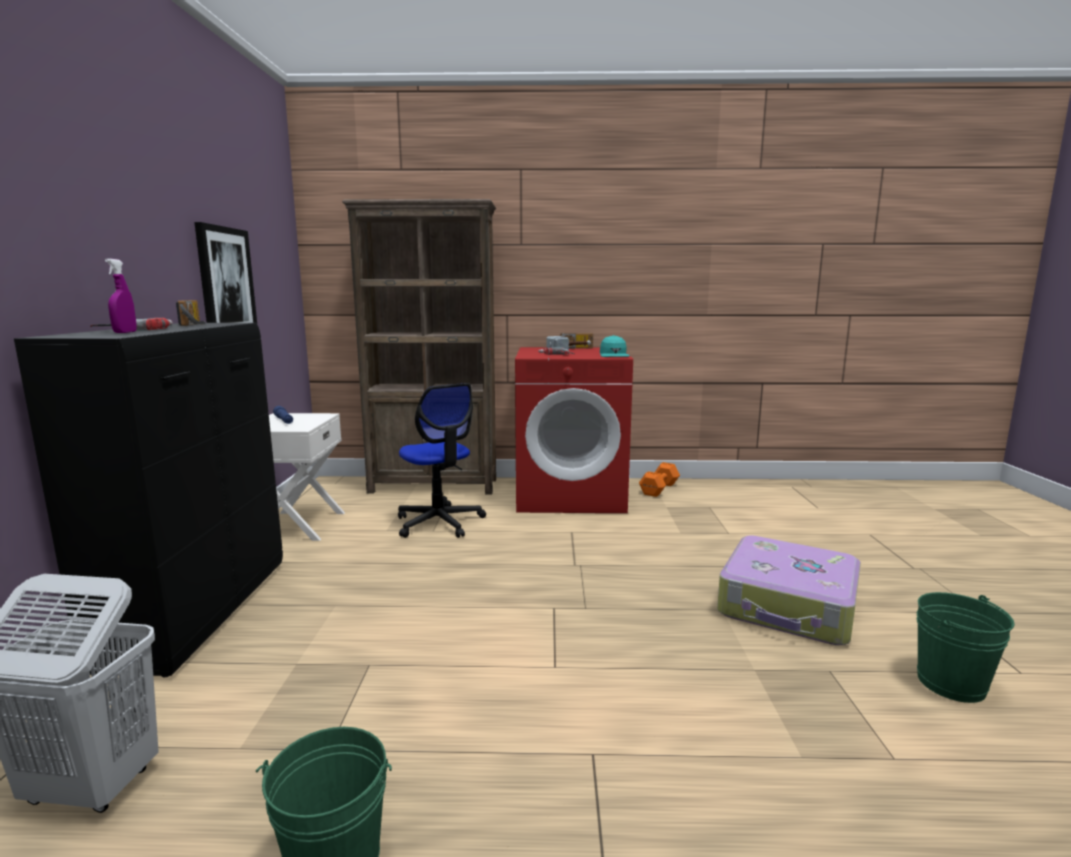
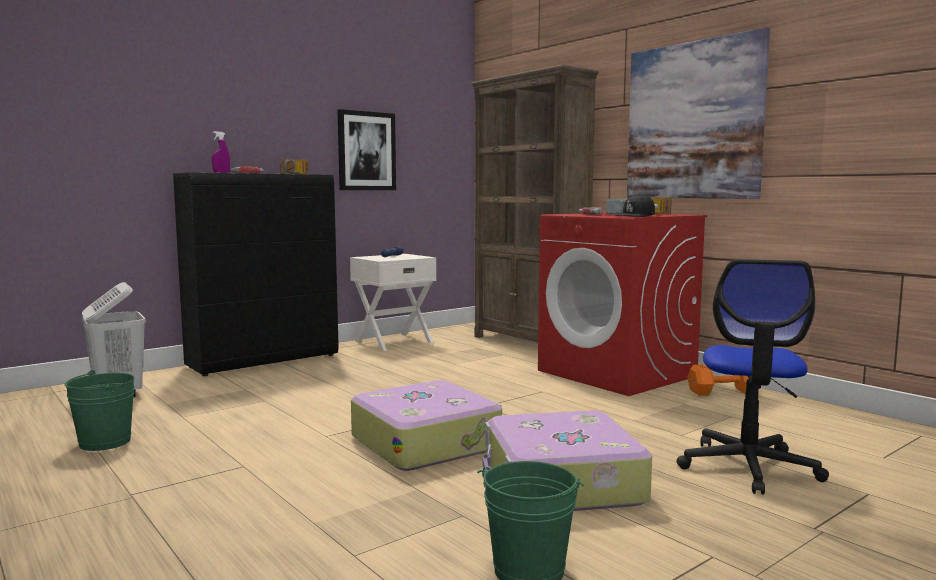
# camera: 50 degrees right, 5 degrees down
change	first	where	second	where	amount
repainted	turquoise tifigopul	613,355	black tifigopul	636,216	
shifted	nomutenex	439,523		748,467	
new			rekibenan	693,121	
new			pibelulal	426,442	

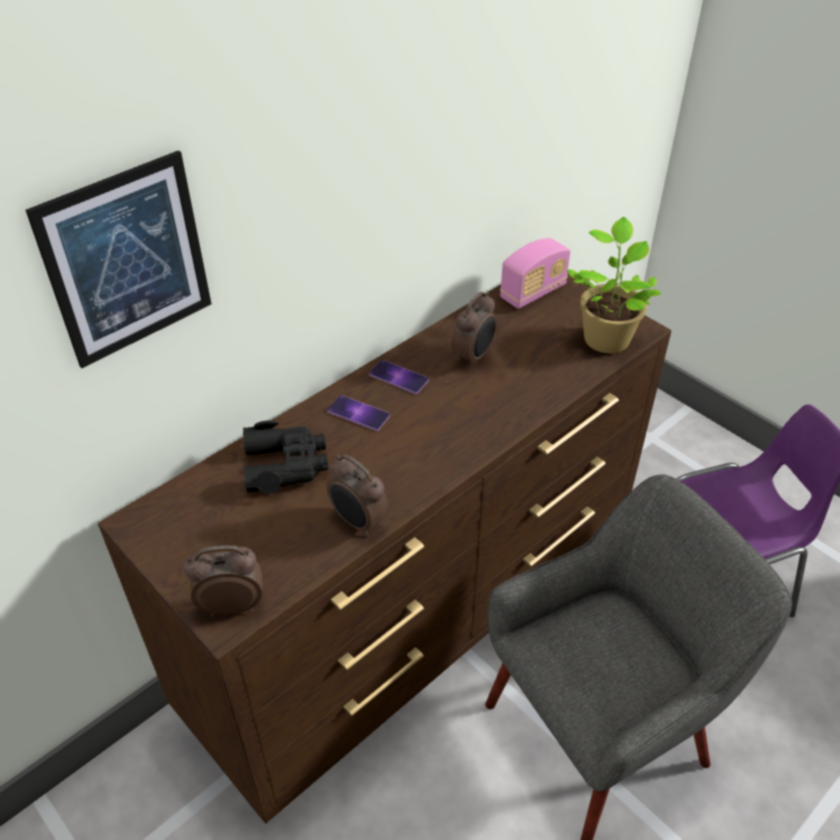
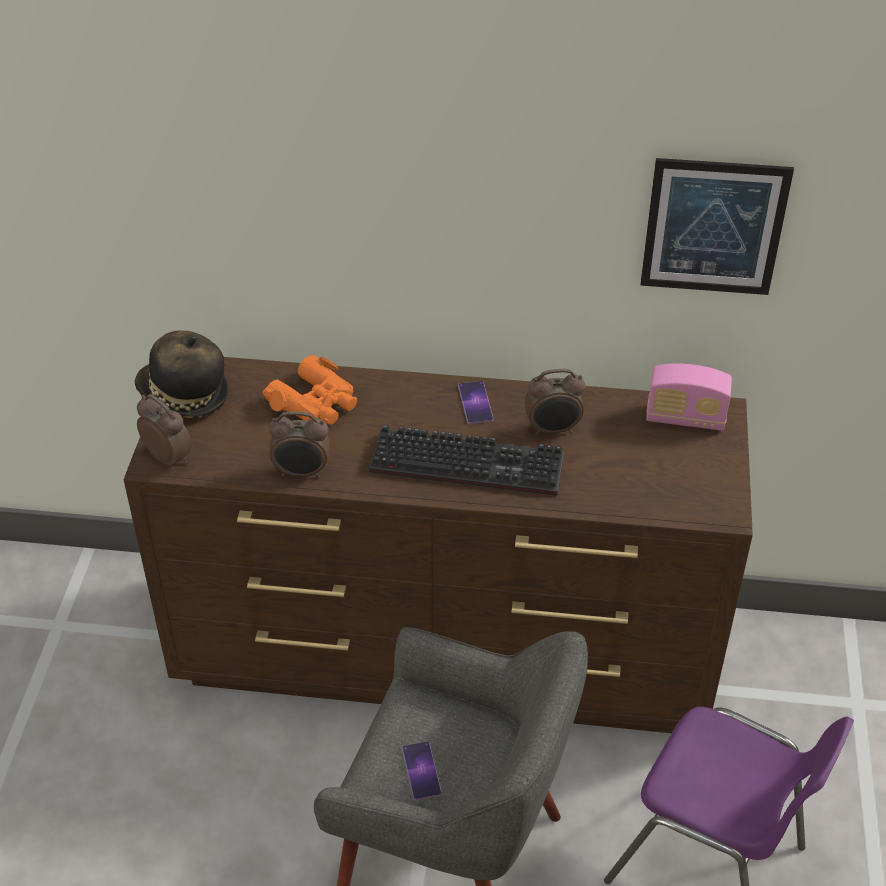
# camera: 50 degrees right, 0 degrees up
change	first	where	second	where	amount
shifted	rekibenan	127,261		713,227	
gone	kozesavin	606,337			
shifted	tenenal	358,413		421,770	
repainted	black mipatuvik	286,465	orange mipatuvik	316,402	
rotated	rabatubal	358,522		302,472	90 degrees counterclockwise
new			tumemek	183,396	
new			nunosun	471,462	

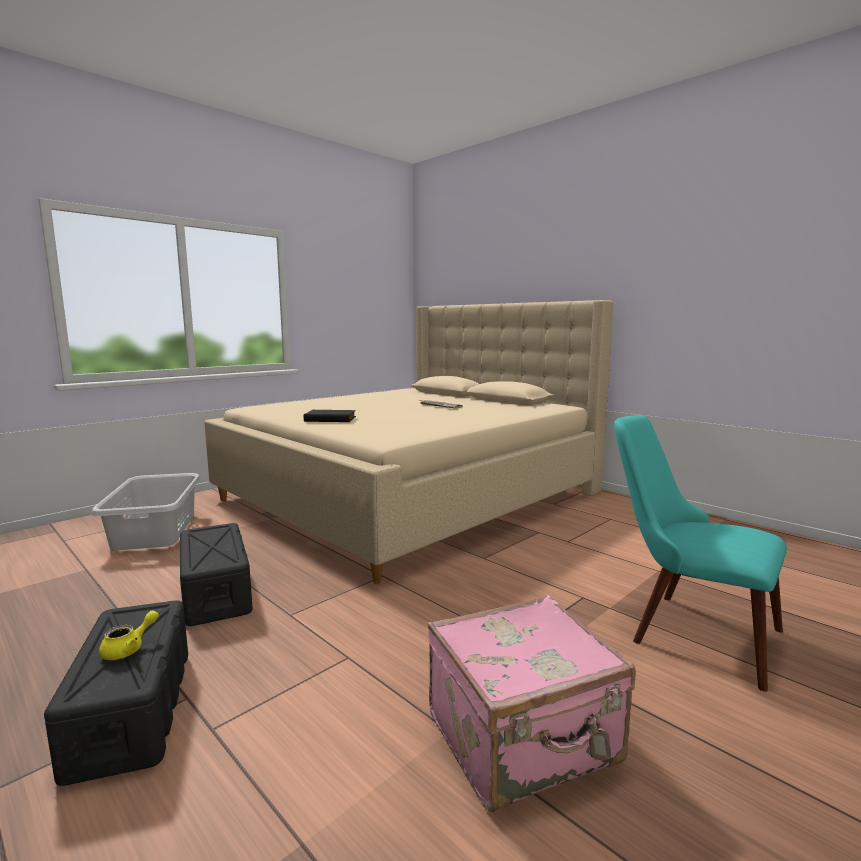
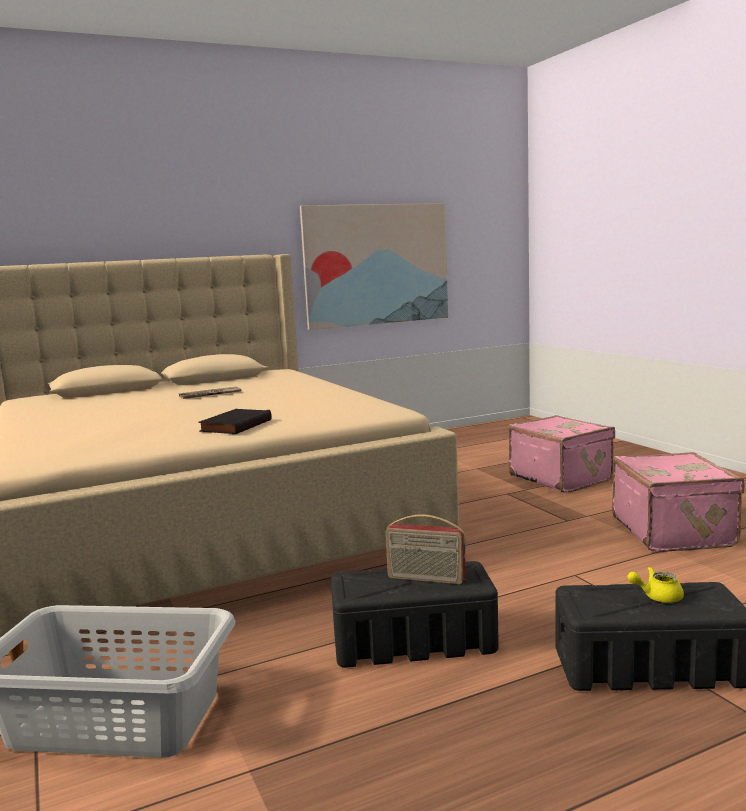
# camera: 70 degrees left, 0 degrees up
change	first	where	second	where	amount
swapped	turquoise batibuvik	686,629	pink pibelulal	561,478	
rotated	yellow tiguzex	129,649		657,597	60 degrees counterclockwise
new			rekibenan	376,264	
new			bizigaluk	426,579	

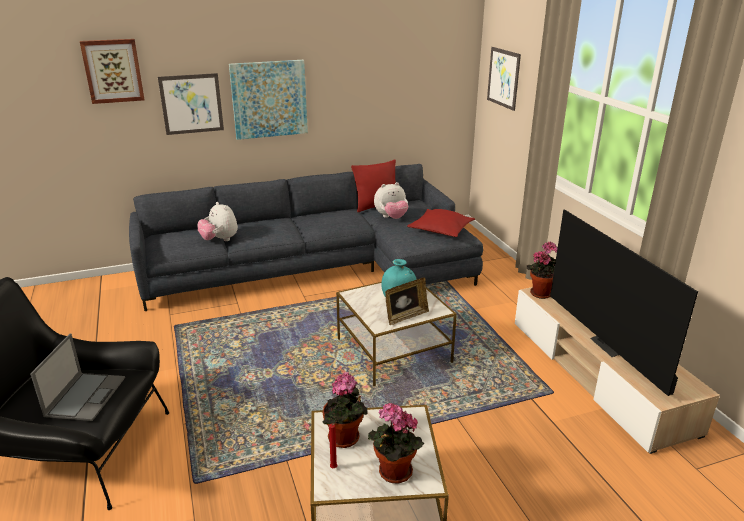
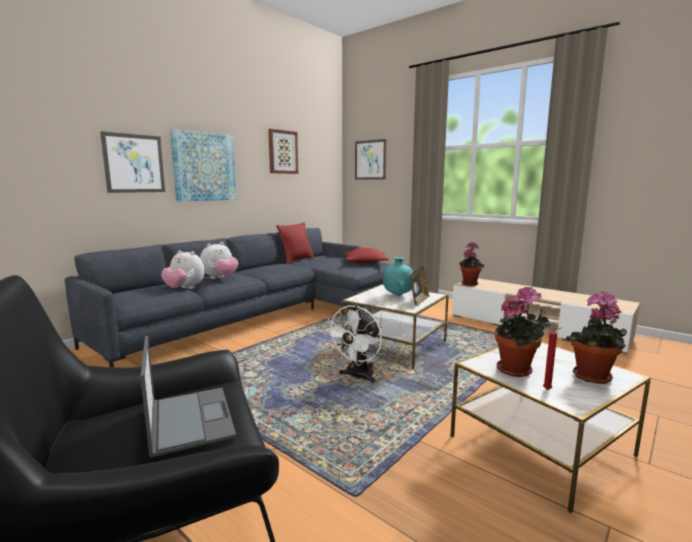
# camera: 30 degrees left, 15 degrees down
change	first	where	second	where	amount
shifted	rekibenan	113,71		282,152	
shifted	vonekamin	391,217		220,278	
gone	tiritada	610,345			
new			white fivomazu	357,377	

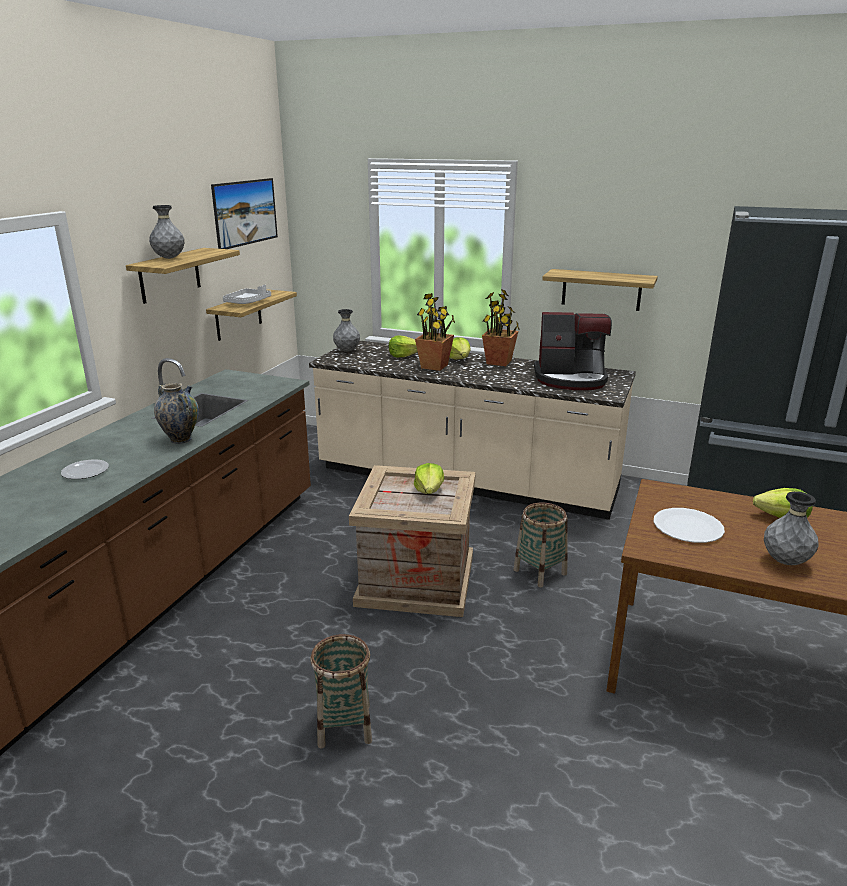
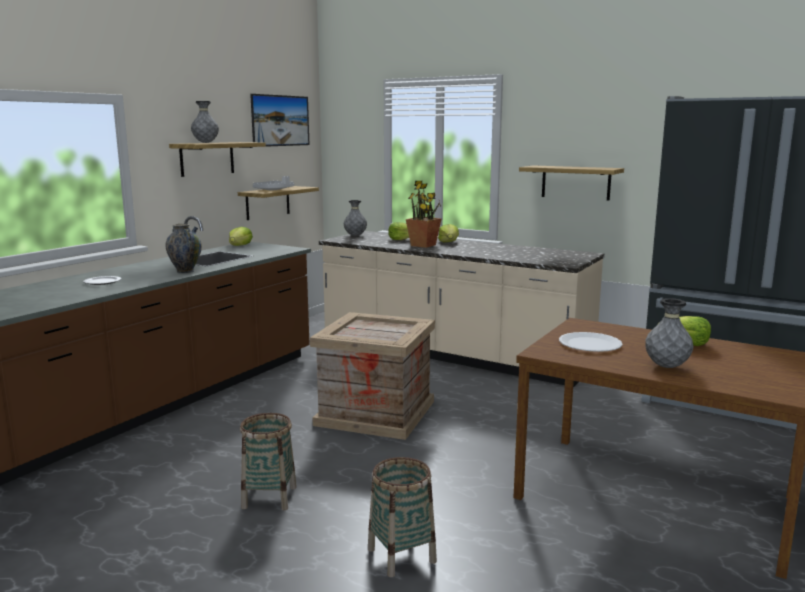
# camera: 10 degrees right, 10 degrees down
change	first	where	second	where	amount
gone	kozesavin	499,362			
gone	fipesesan	571,379			
shifted	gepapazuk	429,491		240,246	
shifted	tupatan	540,572		401,555	

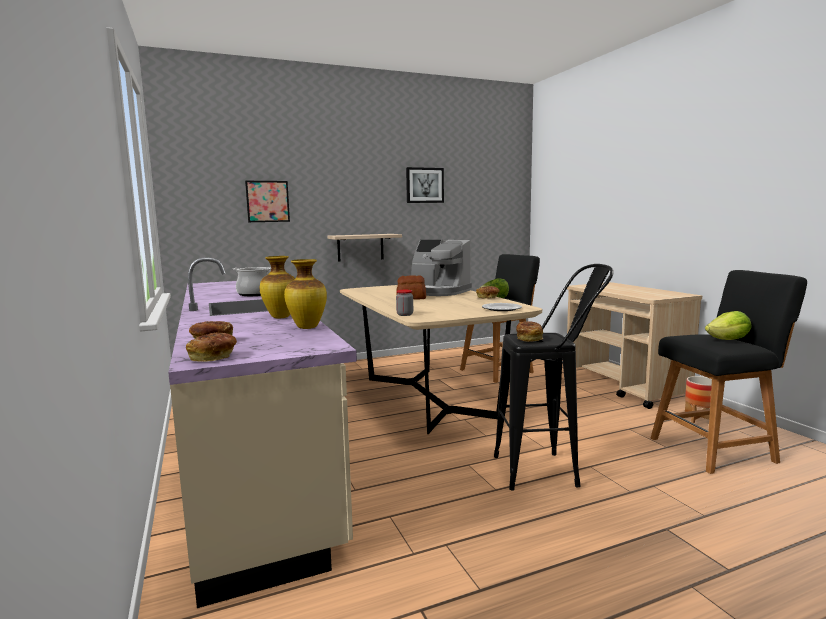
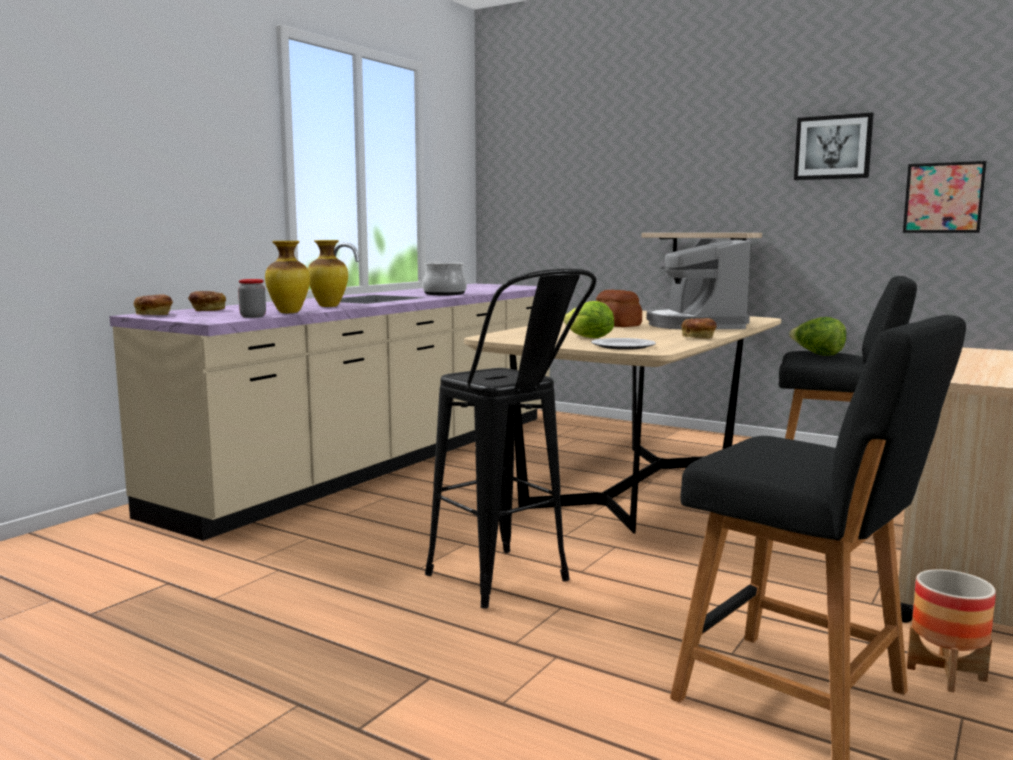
# camera: 55 degrees right, 0 degrees up
change	first	where	second	where	amount
shifted	rekibenan	267,201		943,197	
shifted	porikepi	405,314		253,316	
shifted	gepapazuk	728,340		589,338	
gone	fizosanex	529,338			

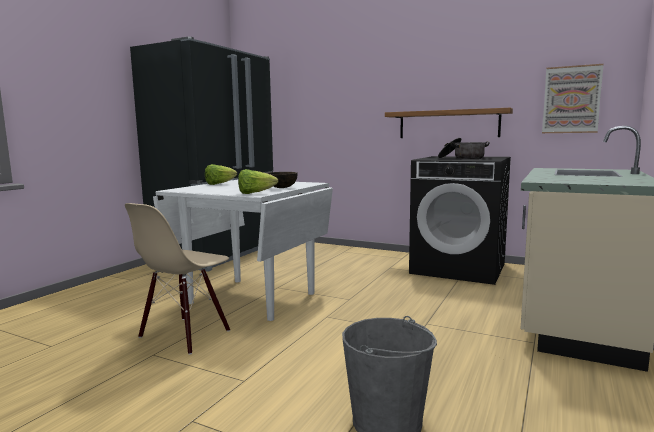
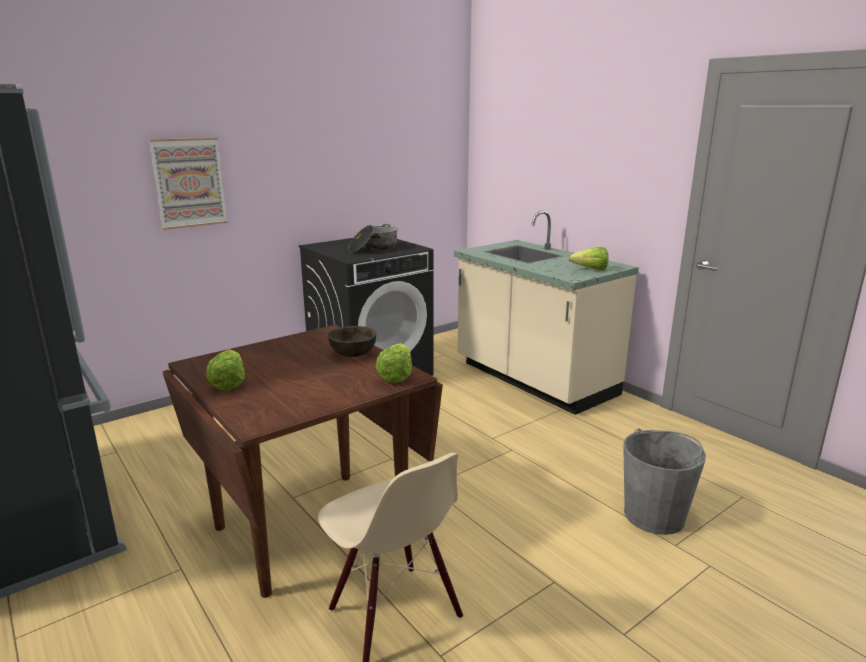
# camera: 65 degrees left, 10 degrees up
change	first	where	second	where	amount
shifted	rekibenan	571,100		189,183	
gone	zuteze	448,124			
repainted	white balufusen	253,298	brown balufusen	310,527	
new			gepapazuk	590,270	

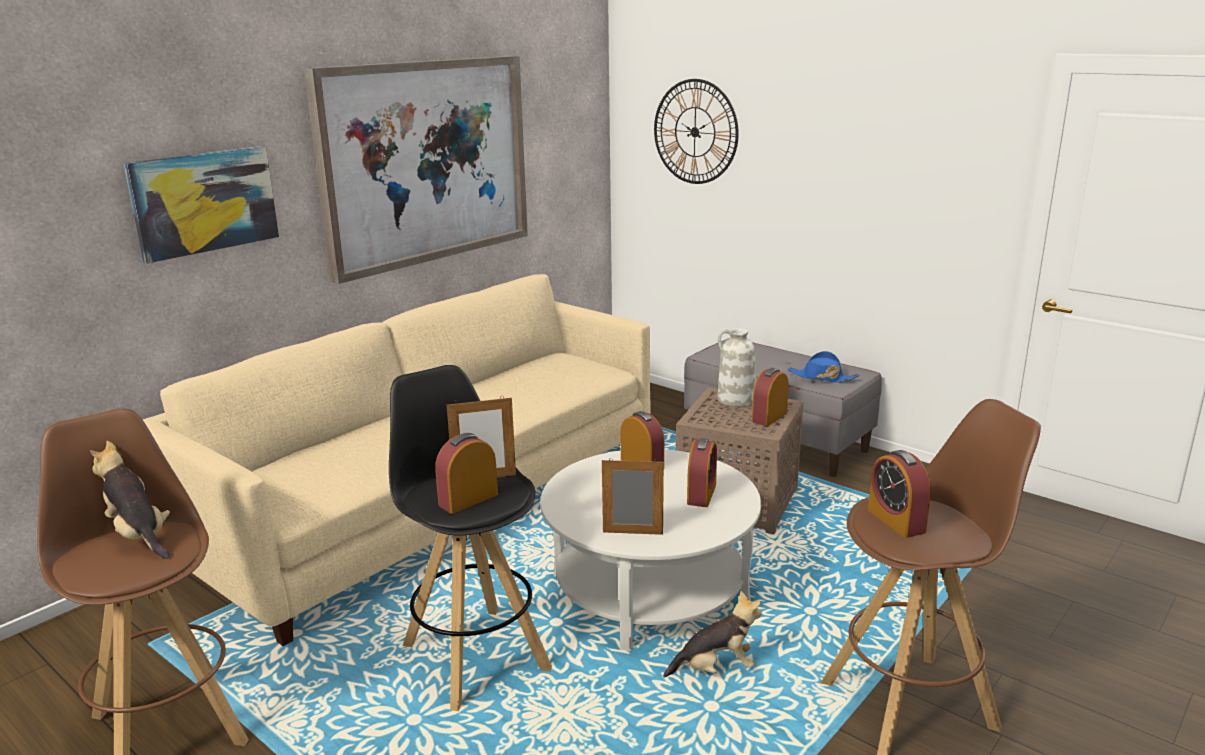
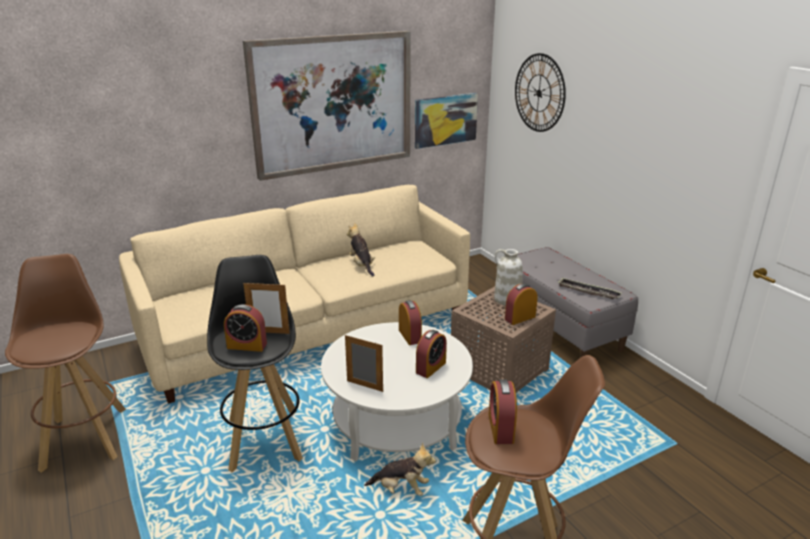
# camera: 20 degrees right, 5 degrees up
change	first	where	second	where	amount
shifted	rekibenan	204,202		445,120	
swapped	blue tumemek	822,377	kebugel	588,292	
rotated	rabatubal	468,499		247,345	150 degrees counterclockwise
shifted	vonekamin	139,536		361,265	

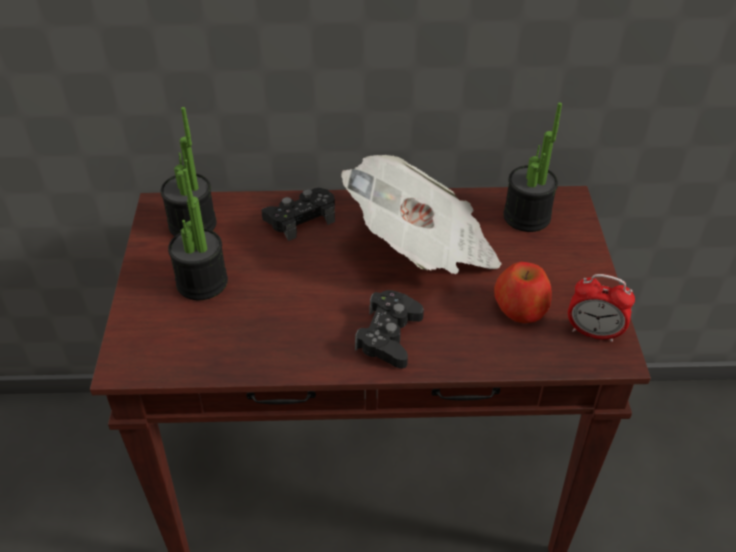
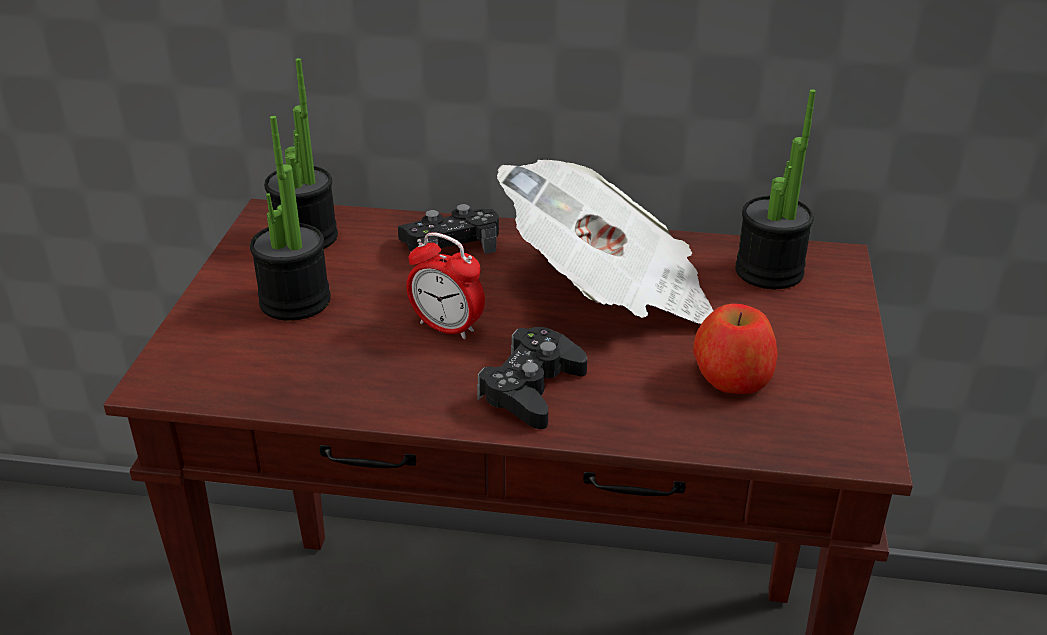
# camera: 10 degrees right, 10 degrees down
change	first	where	second	where	amount
shifted	rabatubal	593,332		447,328	

